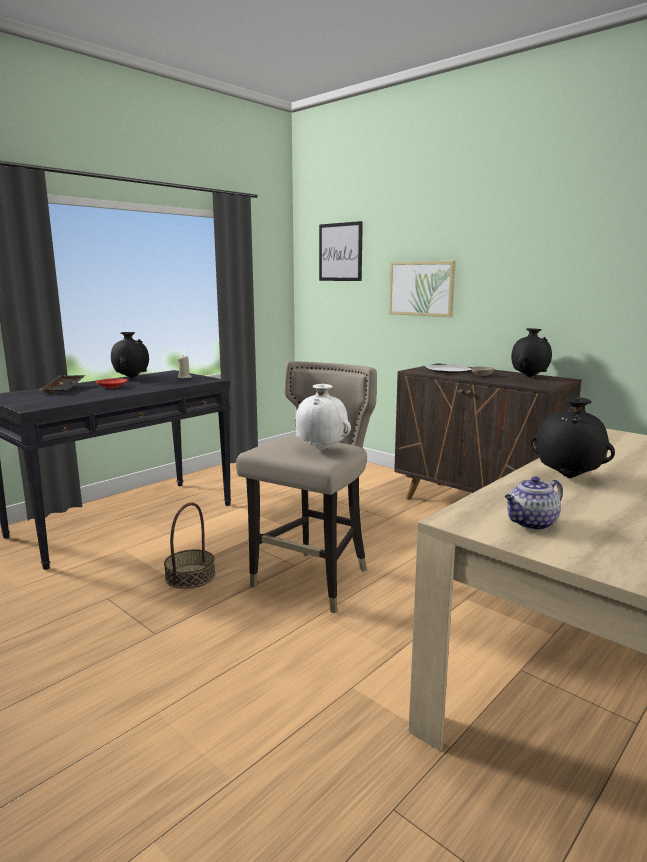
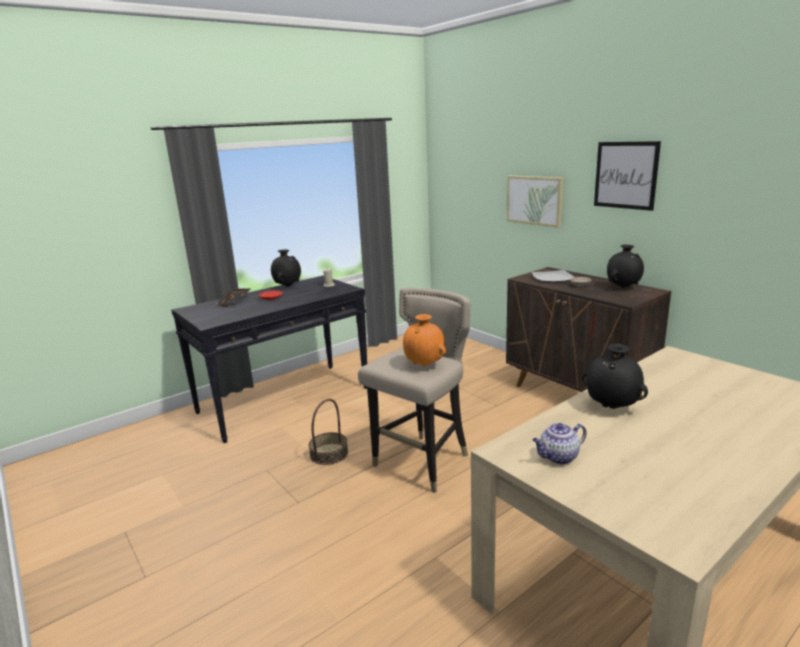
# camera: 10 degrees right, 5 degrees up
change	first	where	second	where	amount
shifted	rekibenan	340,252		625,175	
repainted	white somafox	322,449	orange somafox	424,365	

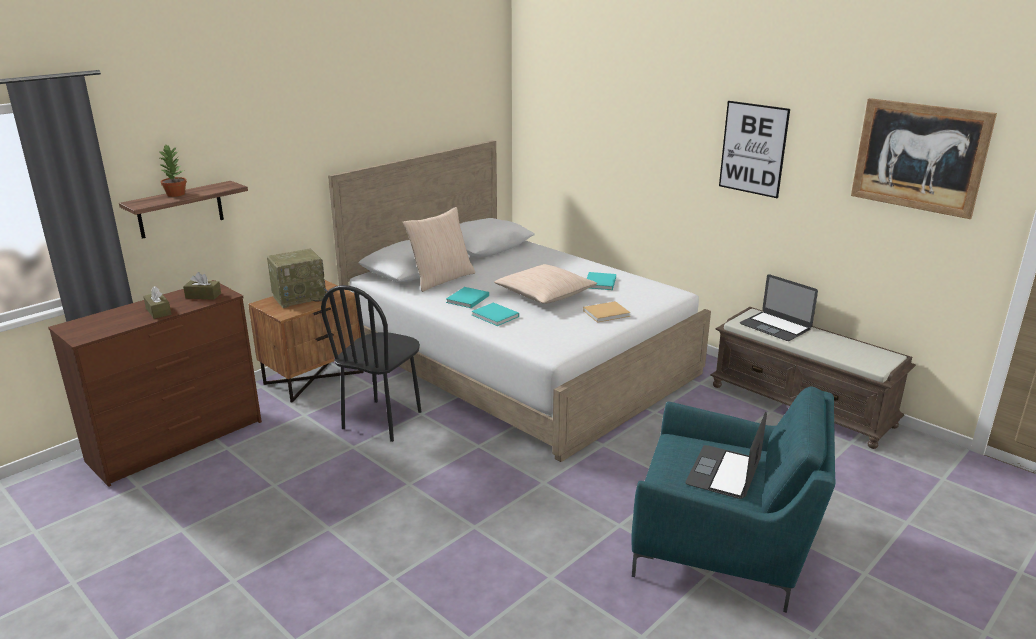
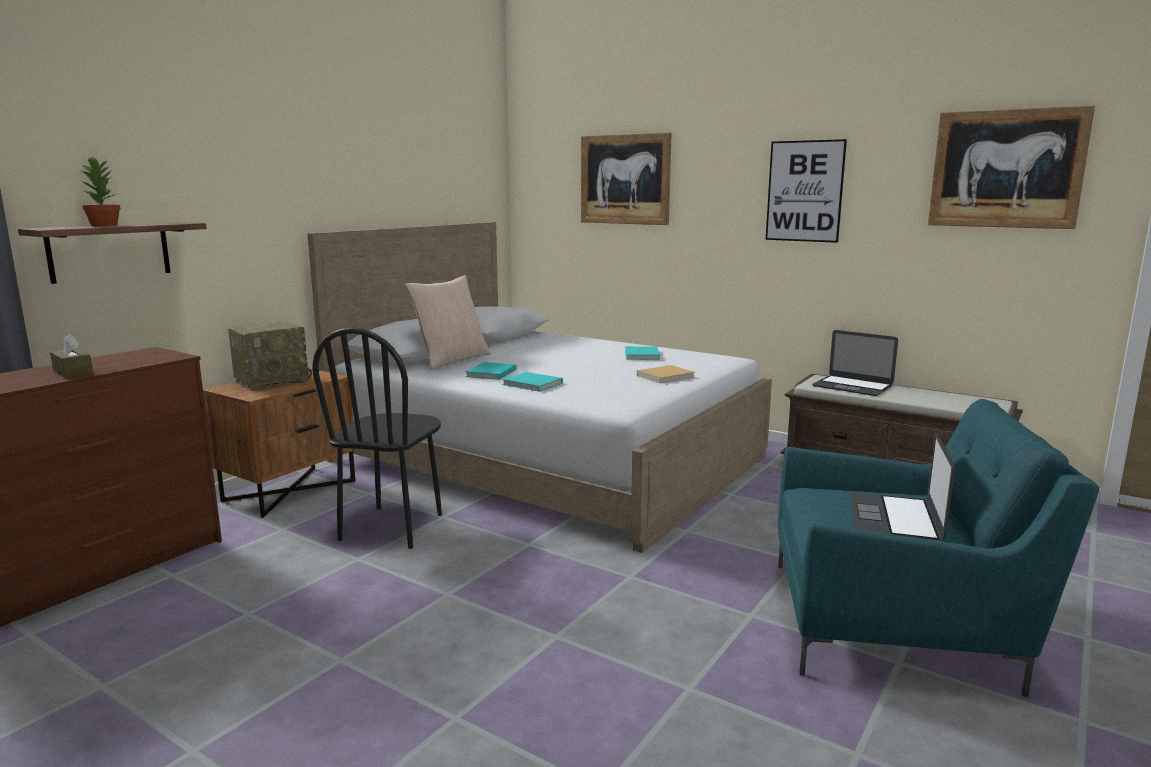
# camera: 10 degrees left, 10 degrees down
change	first	where	second	where	amount
gone	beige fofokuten	545,294			
gone	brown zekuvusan	203,296			
new			rekibenan	624,179	

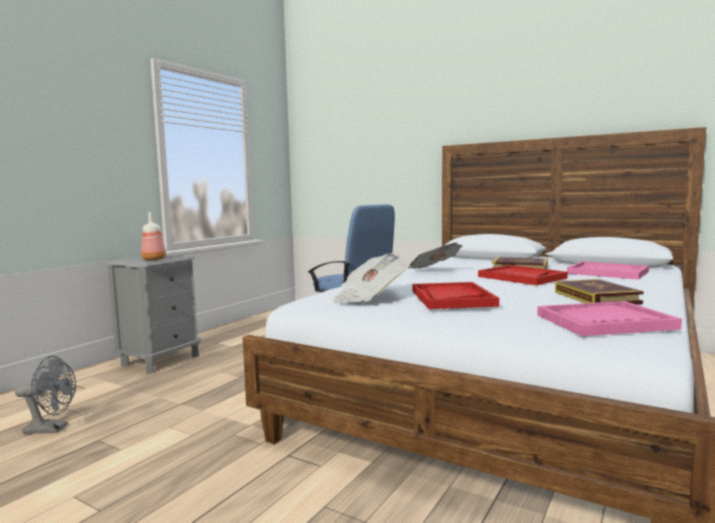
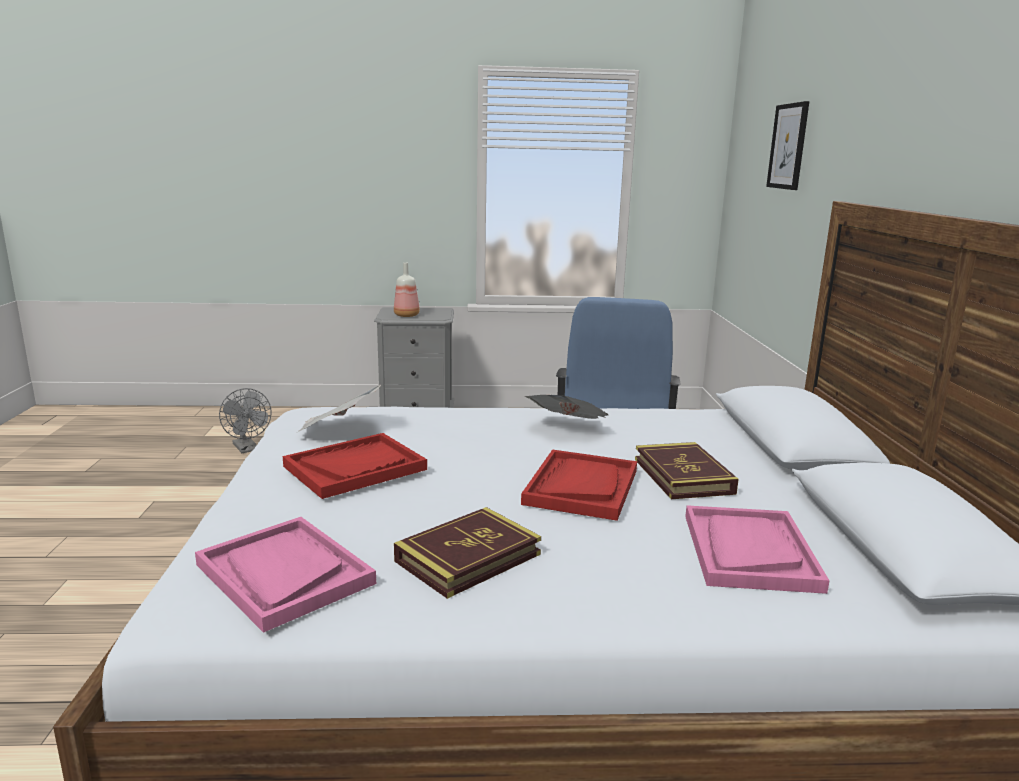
# camera: 55 degrees right, 10 degrees up
change	first	where	second	where	amount
new			rekibenan	788,146	

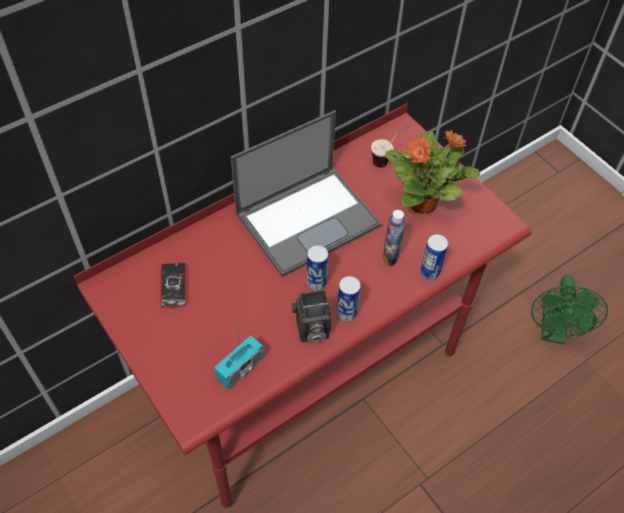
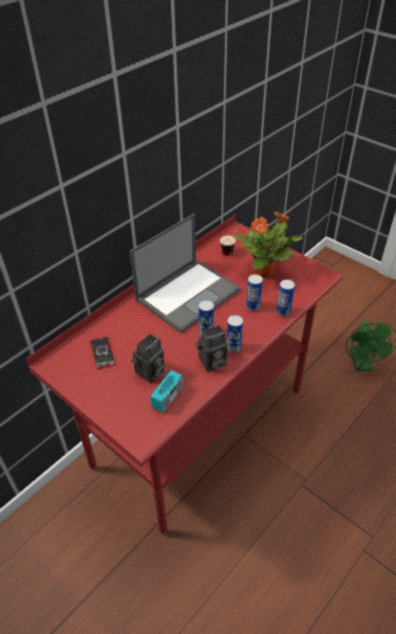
# camera: 10 degrees left, 10 degrees down
change	first	where	second	where	amount
swapped	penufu	390,255	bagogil	253,306	
new			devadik	150,373	

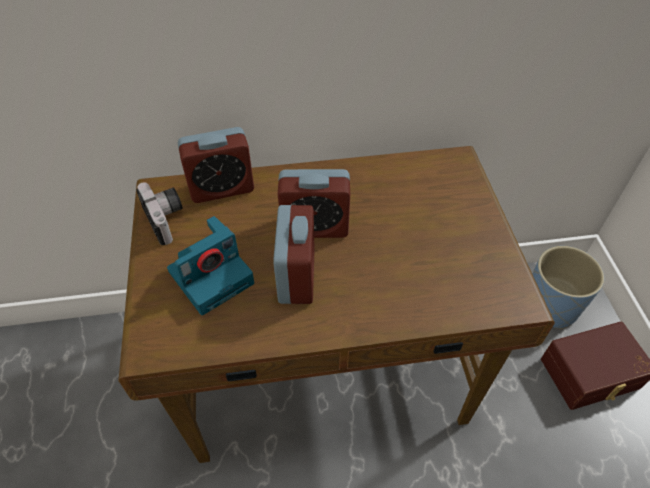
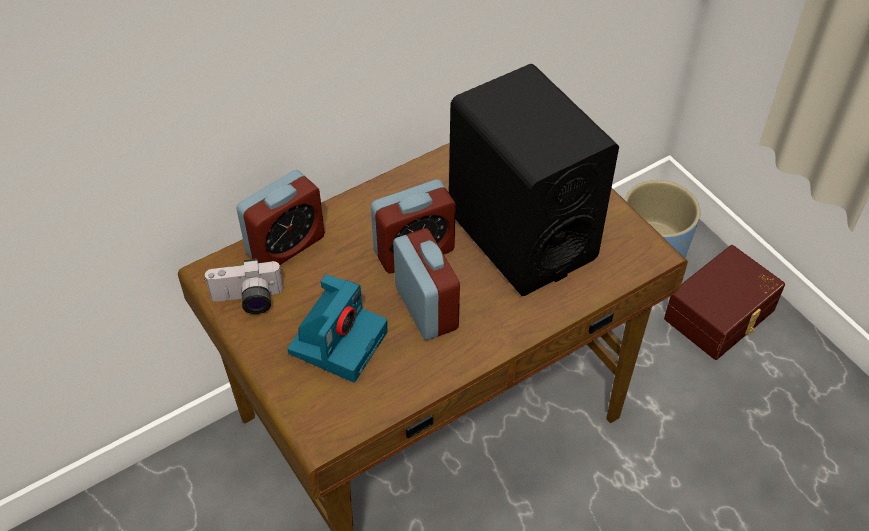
# camera: 25 degrees left, 0 degrees up
change	first	where	second	where	amount
rotated	devadik	167,219		248,301	135 degrees clockwise
new			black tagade	521,235	

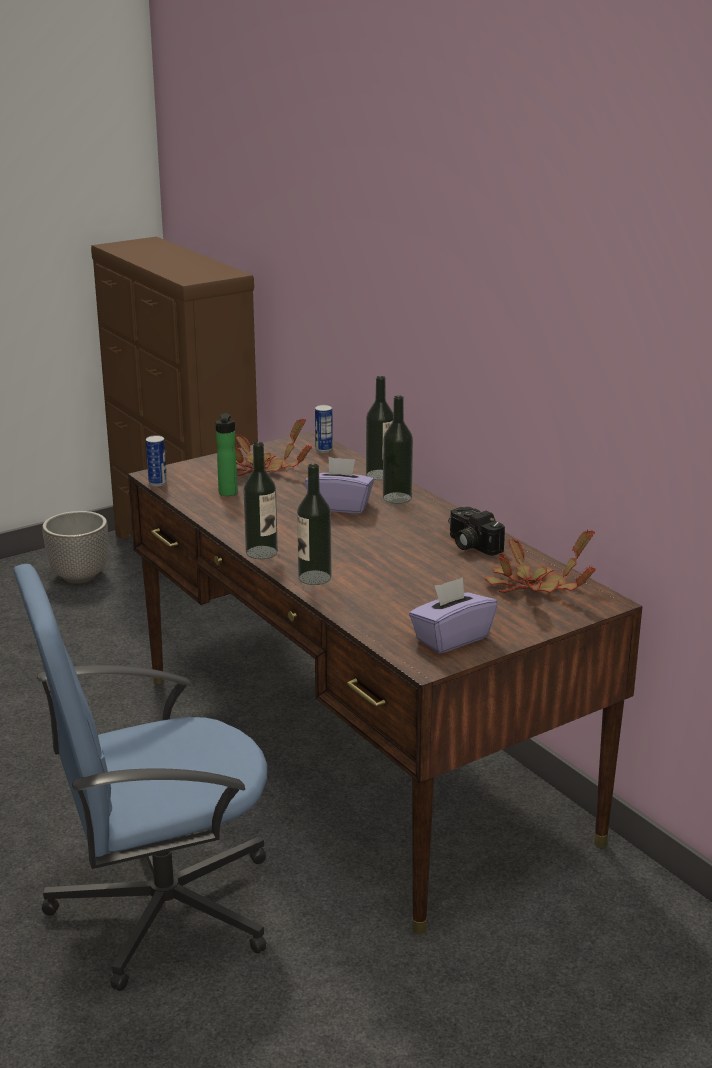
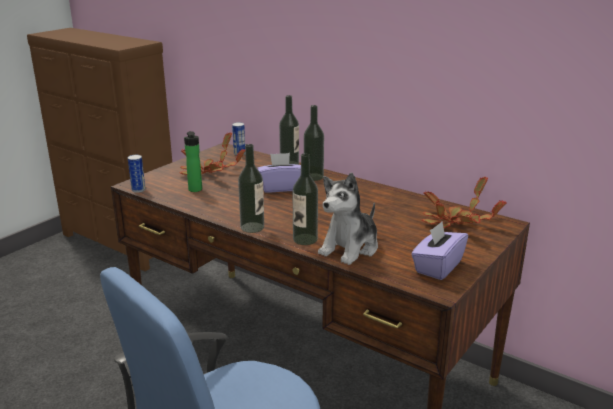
# camera: 20 degrees left, 0 degrees up
change	first	where	second	where	amount
gone	devadik	470,545			
gone	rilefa	80,577			
new			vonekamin	350,248	

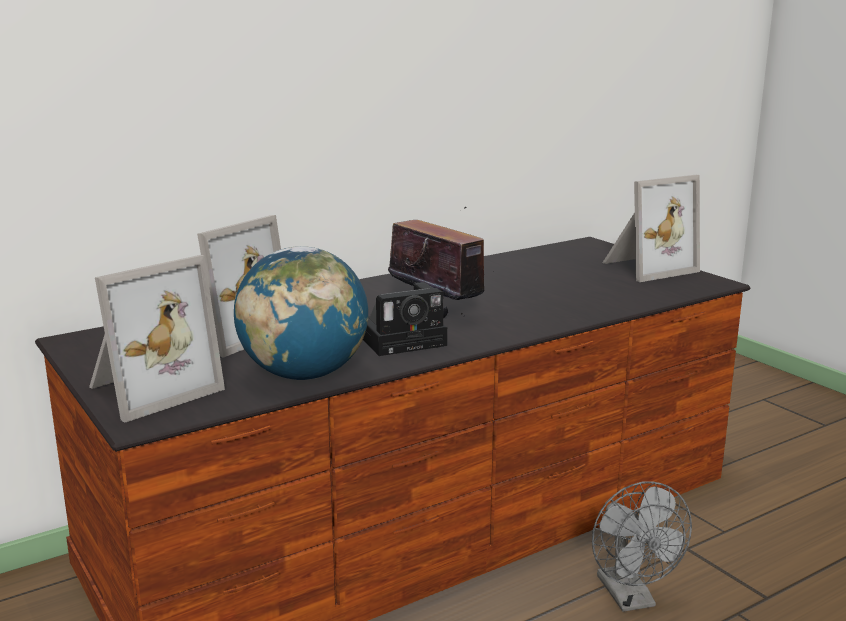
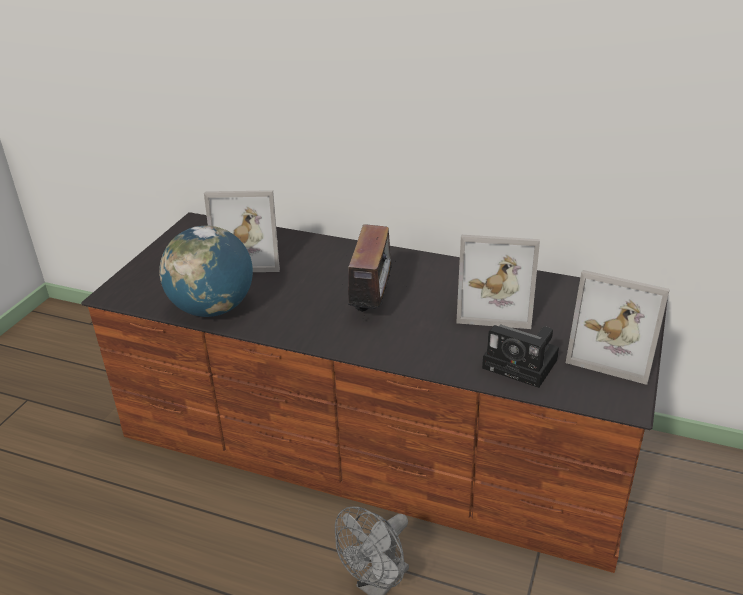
# camera: 55 degrees right, 15 degrees up
change	first	where	second	where	amount
shifted	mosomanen	149,389		495,306	
shifted	devadik	406,340		523,364	

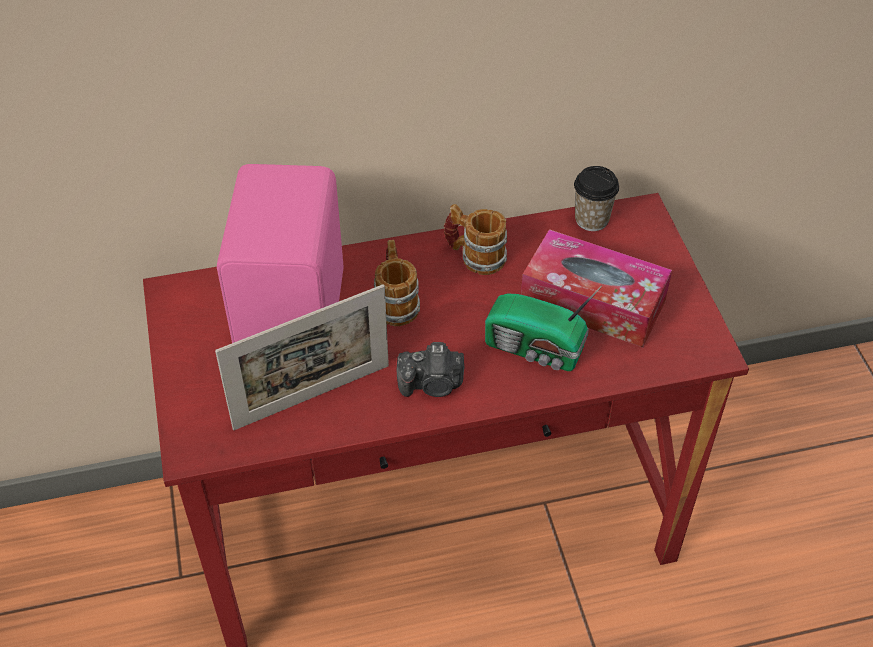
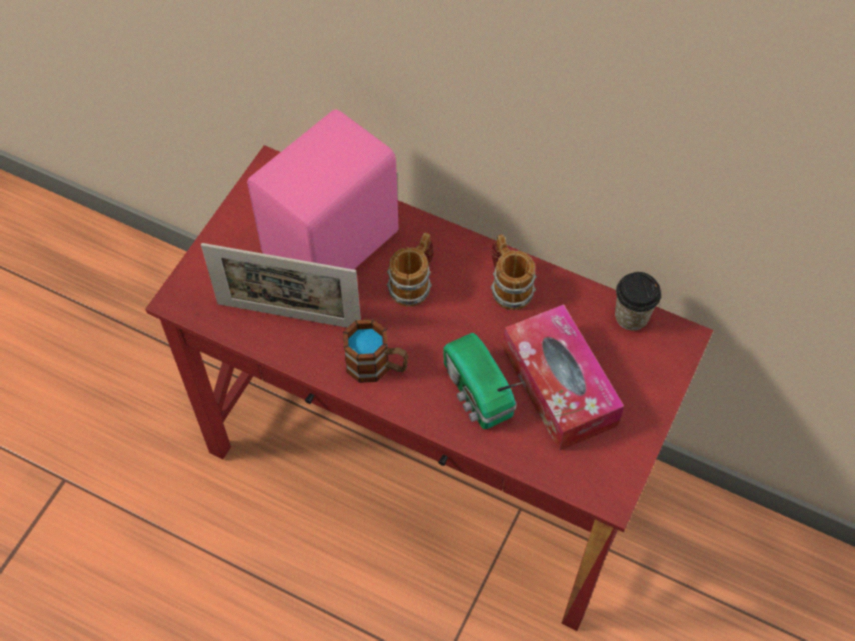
# camera: 40 degrees right, 10 degrees up
change	first	where	second	where	amount
swapped	devadik	432,384	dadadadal	377,366	

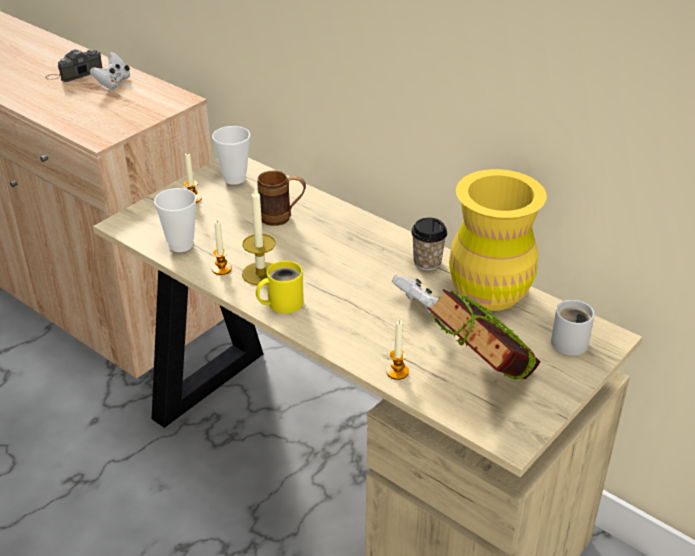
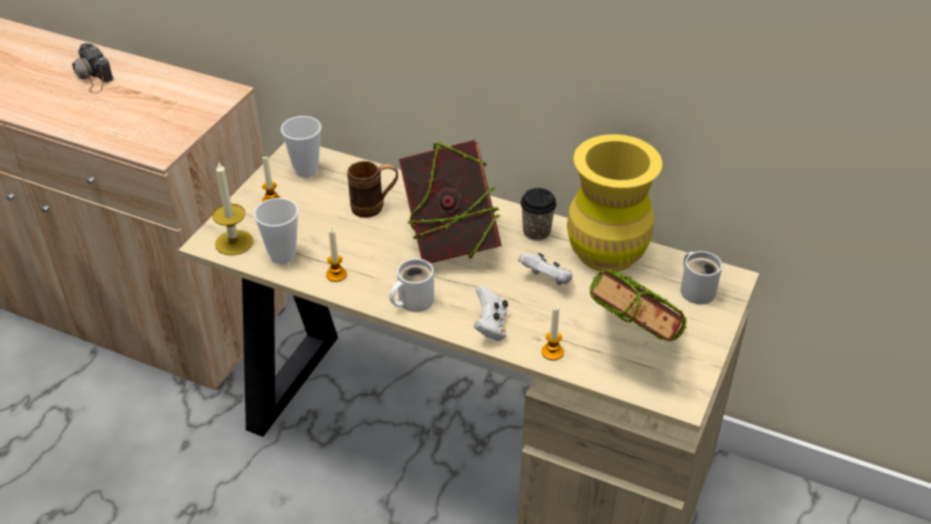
# camera: 15 degrees left, 5 degrees up
change	first	where	second	where	amount
rotated	devadik	74,73		92,76	75 degrees counterclockwise
shifted	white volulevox	113,83		490,326	
shifted	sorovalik	261,273		234,242	
repainted	yellow dadadadal	281,302	white dadadadal	412,300	
new			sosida	450,243	

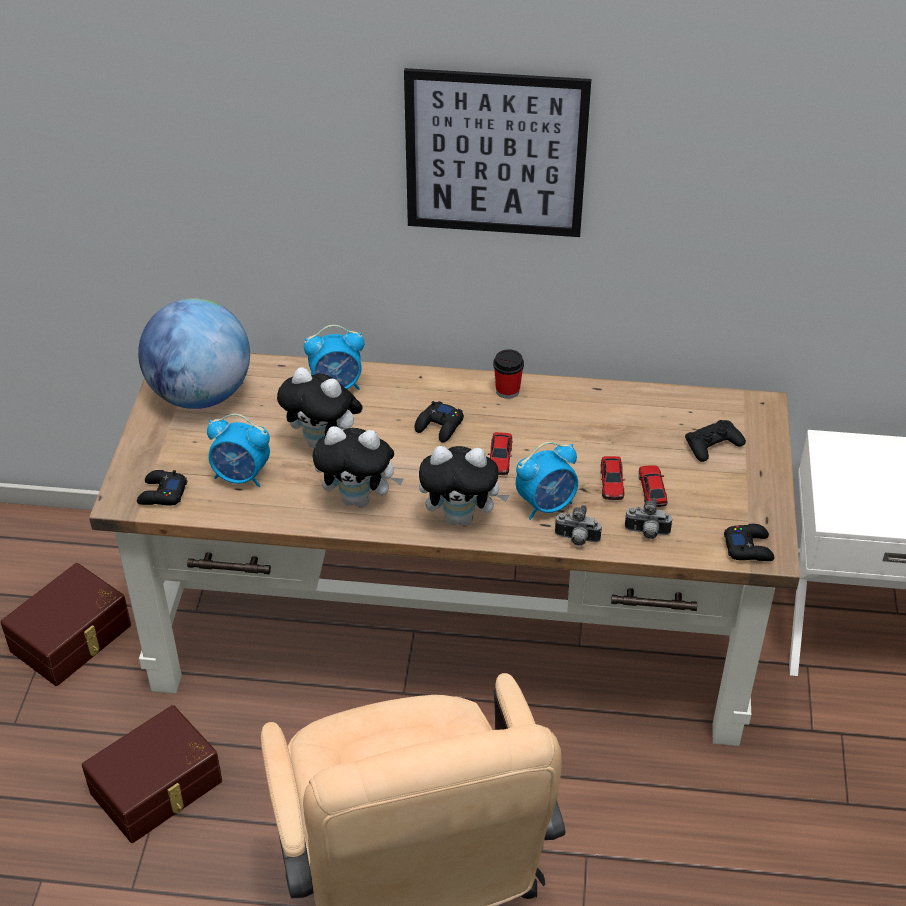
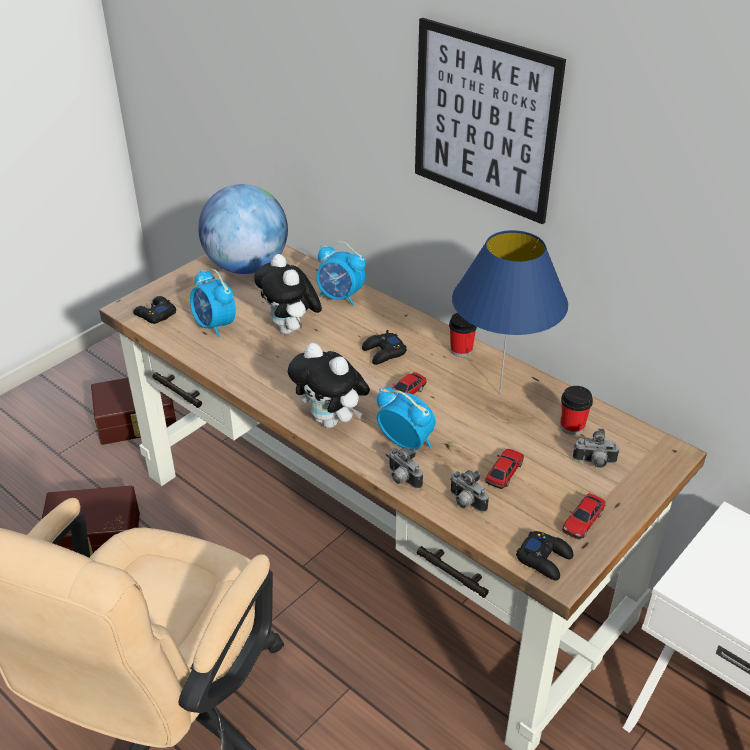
# camera: 35 degrees right, 5 degrees down
change	first	where	second	where	amount
swapped	black volulevox	713,445	devadik	594,463	
gone	vonekamin	359,499			
rotated	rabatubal	547,505		406,442	150 degrees counterclockwise
shifted	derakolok	611,483		583,521	
new			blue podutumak	499,393	
new			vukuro	572,427	

